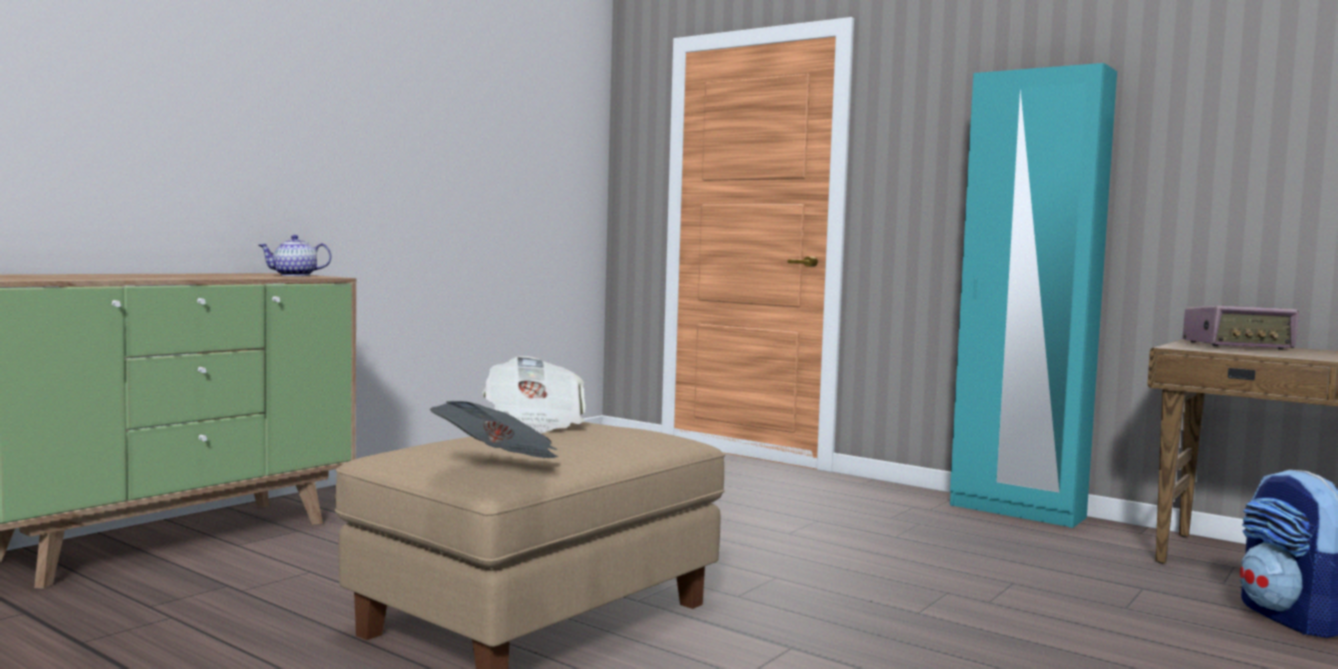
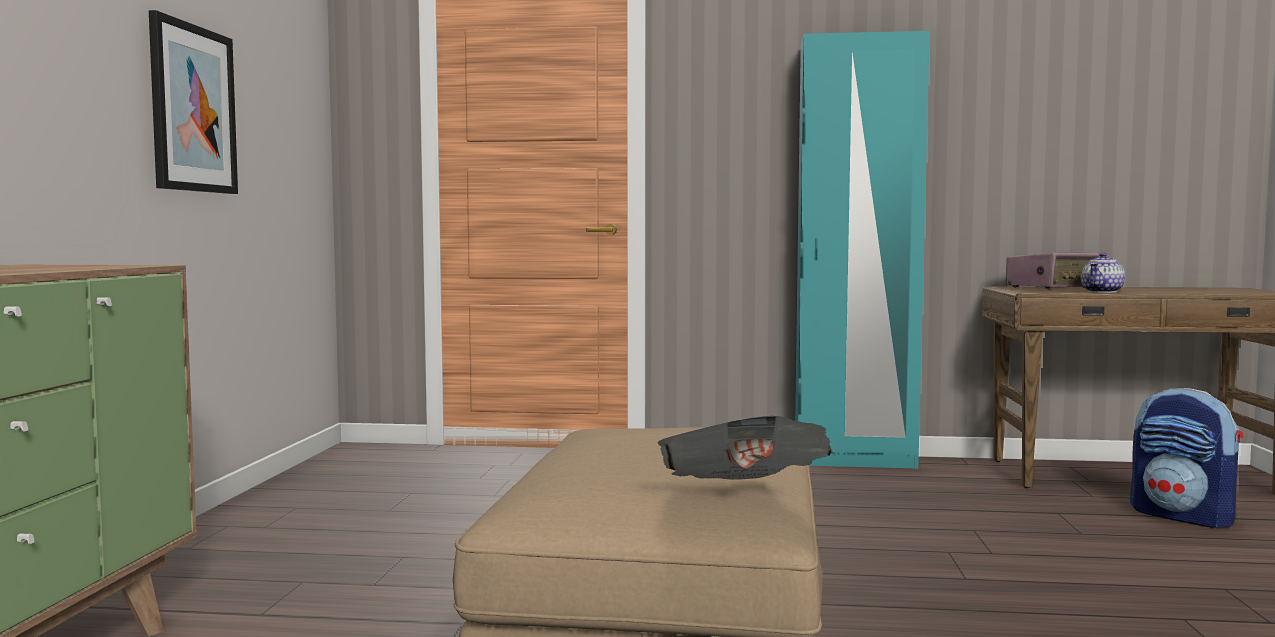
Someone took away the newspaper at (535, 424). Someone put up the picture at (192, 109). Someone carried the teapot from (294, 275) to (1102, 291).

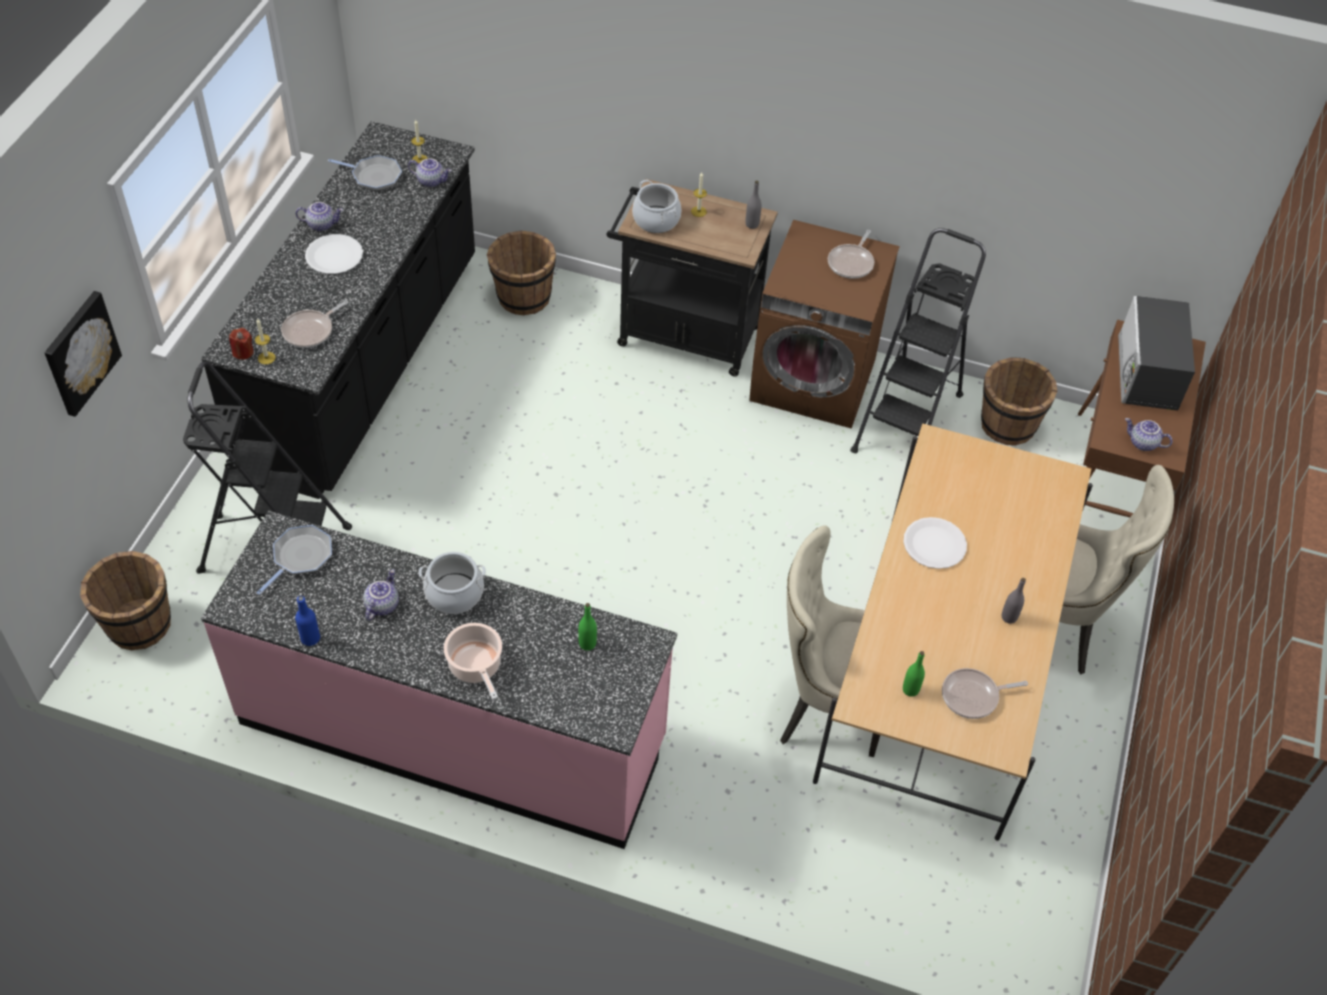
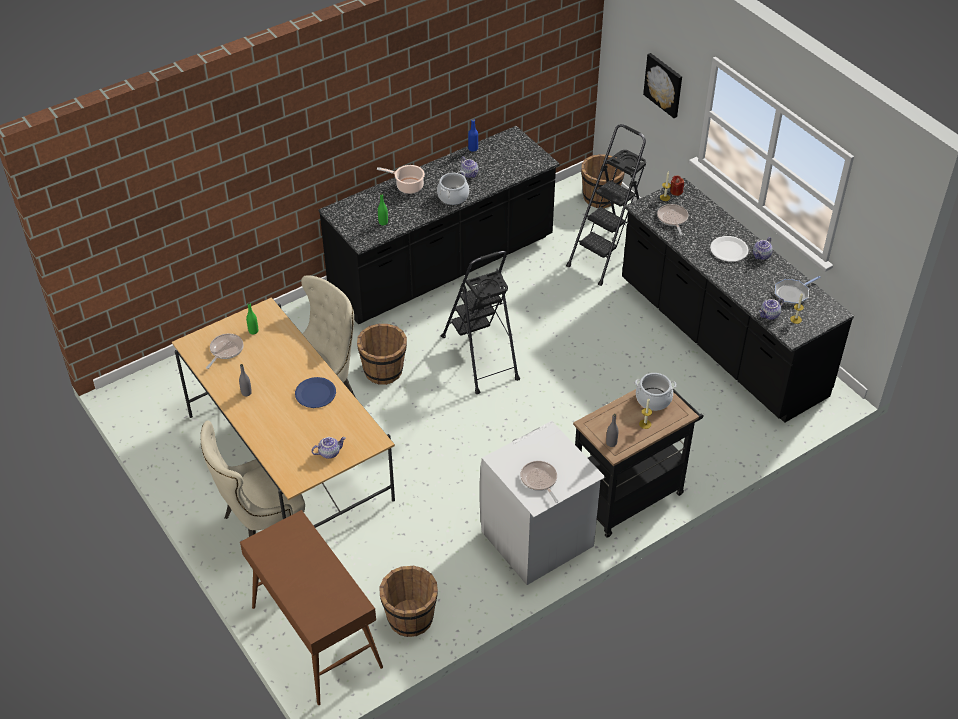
Someone took away the frying pan at (300, 557). Someone took away the microwave at (1147, 374). Someone carried the brown bucket from (523, 297) to (384, 370). Someone carried the step ladder from (908, 420) to (480, 358). Someone carried the teapot from (1142, 443) to (329, 452). Someone repainted the pink counter at (453, 731), which became the black counter at (443, 267). Someone repainted the brown washing machine at (815, 379), which became the white washing machine at (537, 540). Someone repainted the white plate at (934, 544), which became the blue plate at (315, 393).

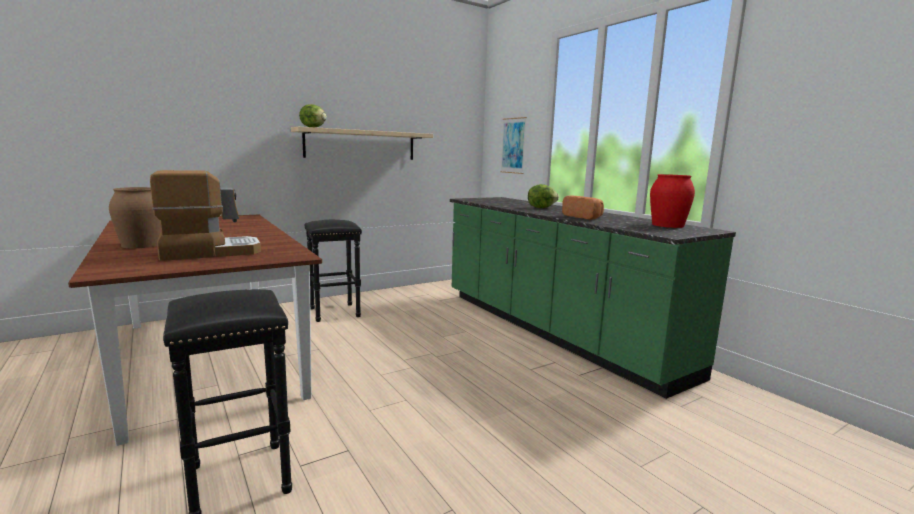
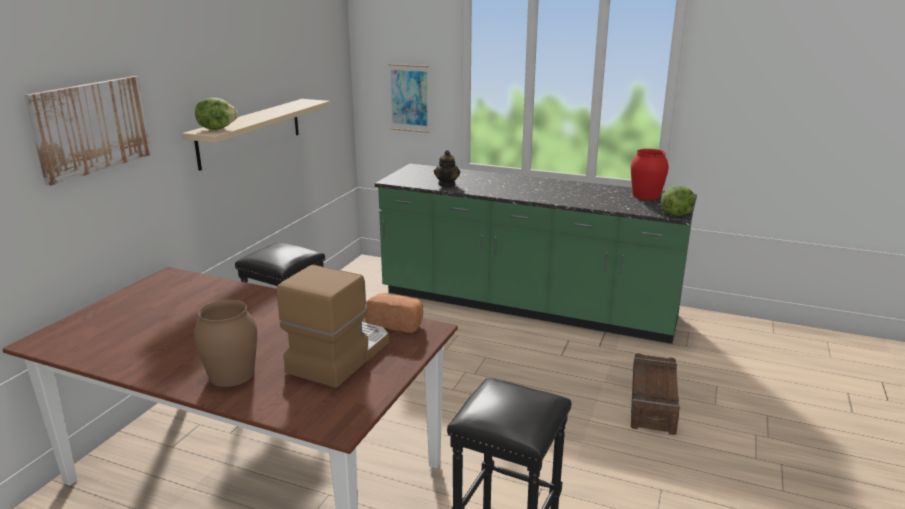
Someone put up the picture at (91, 127). Someone put down the teapot at (447, 184). Someone put down the crate at (653, 401). Someone carried the lettuce from (541, 208) to (676, 214). Someone carried the bread from (583, 217) to (397, 323).

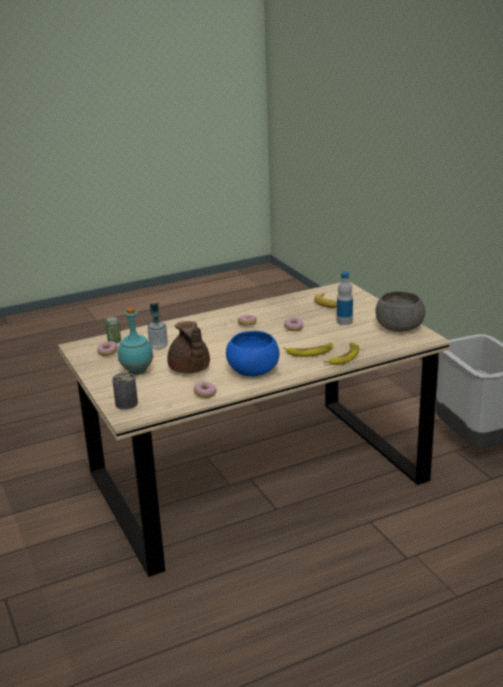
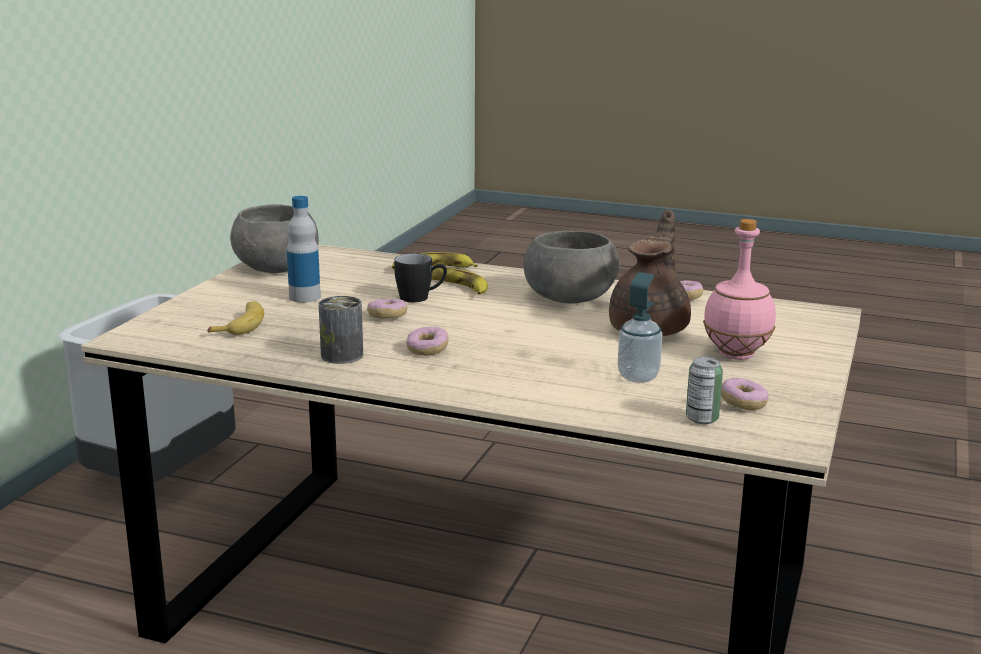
Someone put down the black mug at (421, 298). Someone carried the can from (126, 404) to (342, 355). Someone repainted the turquoise bottle at (136, 372), which became the pink bottle at (737, 355). Someone repainted the blue bowl at (253, 370), which became the grey bowl at (570, 297).

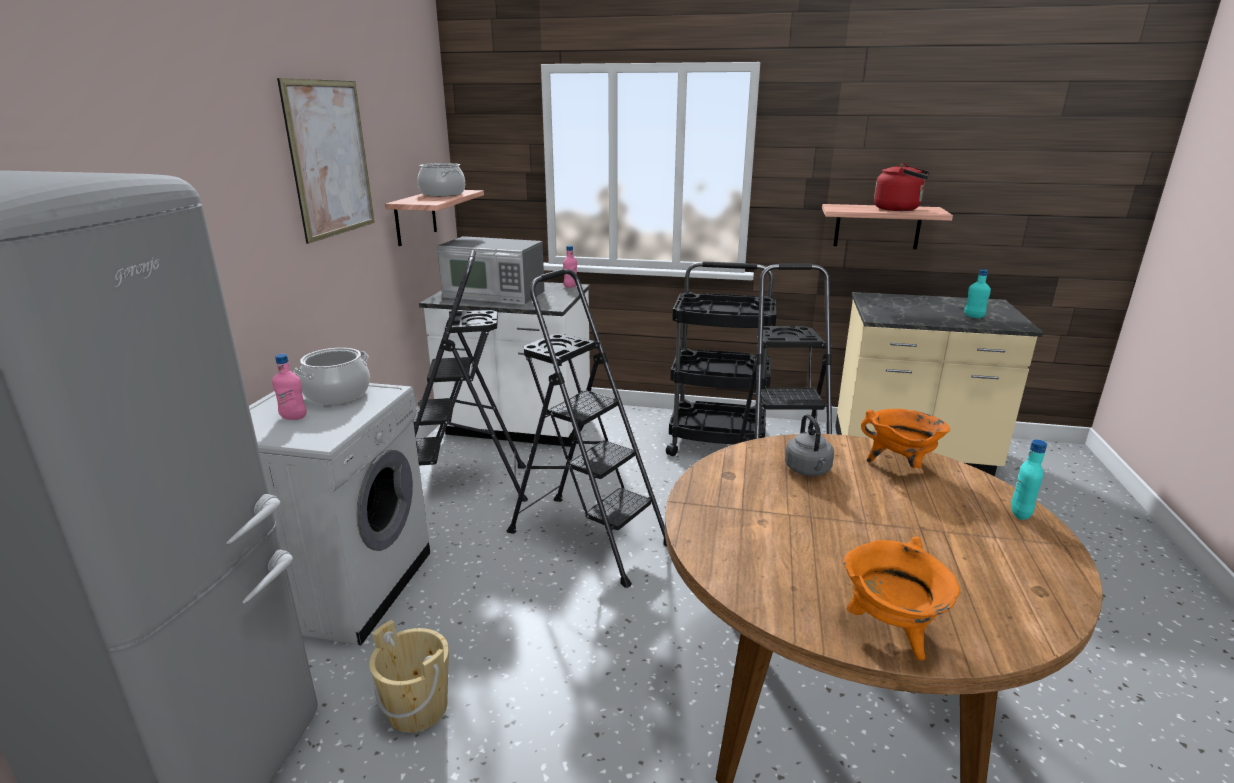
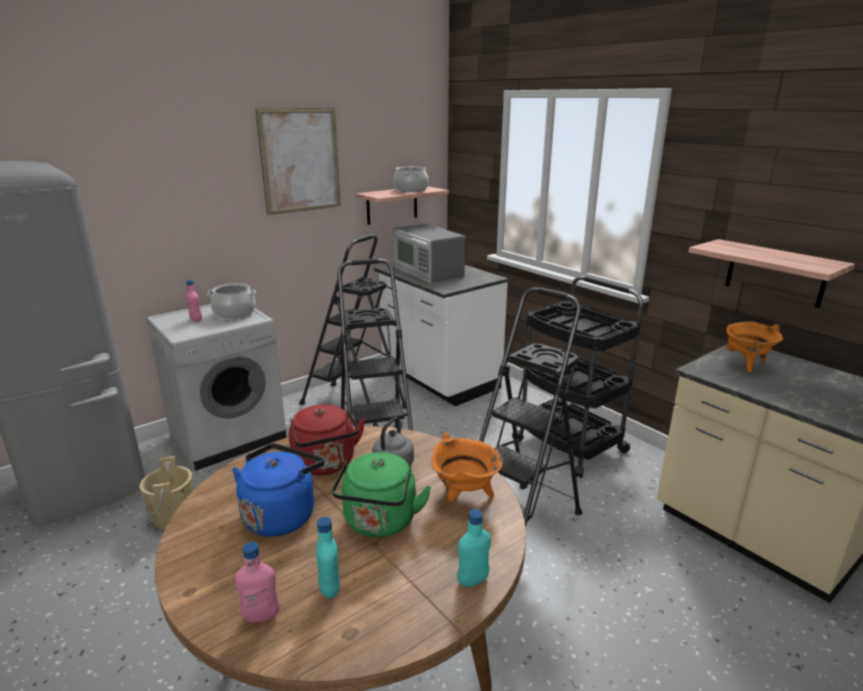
Someone put down the blue kettle at (281, 514). Someone put down the green kettle at (379, 523). Someone carried the pink bottle from (570, 286) to (261, 616). Someone carried the orange cooking pot from (890, 631) to (746, 364). Someone carried the red kettle from (899, 209) to (326, 464). Someone carried the turquoise bottle from (973, 316) to (330, 589).

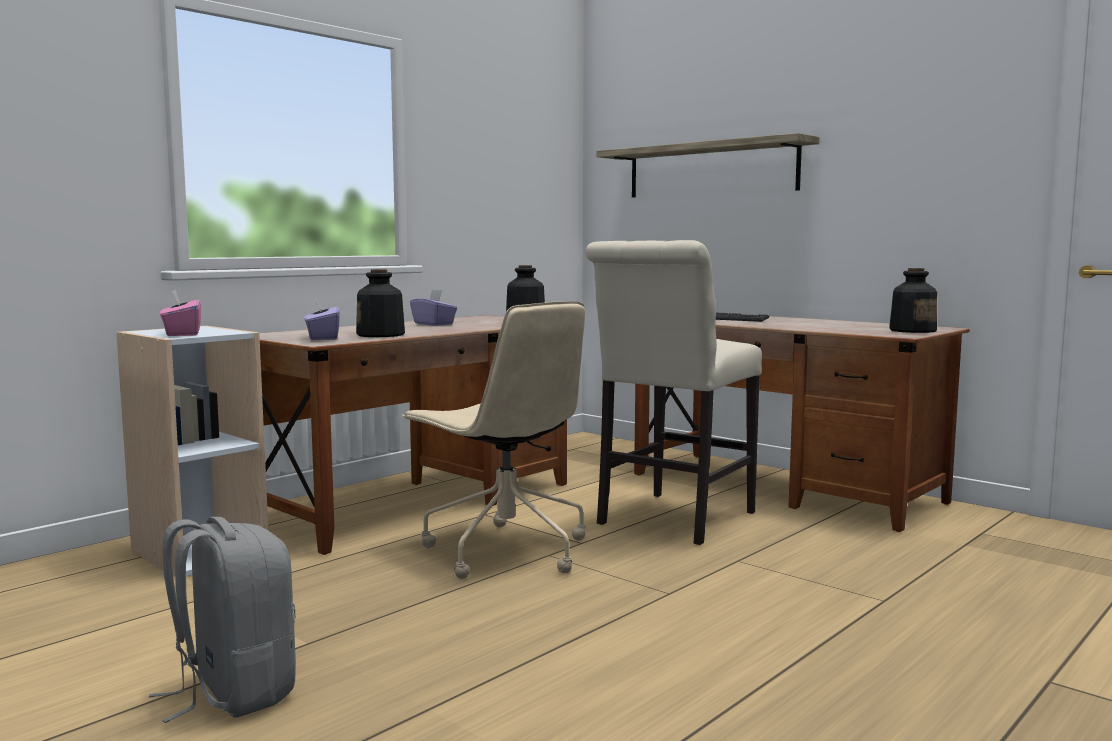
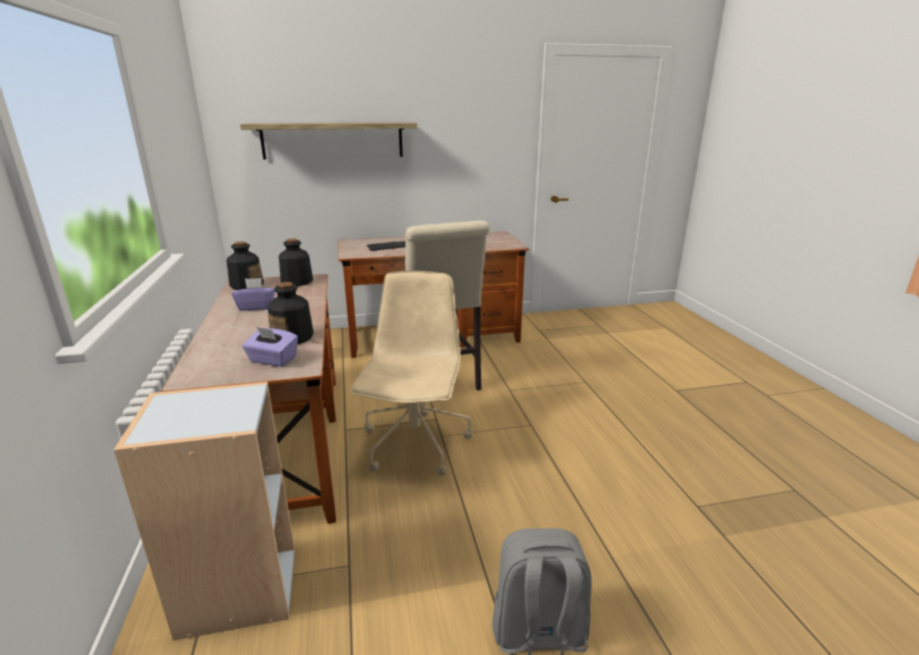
Someone took away the pink tissue box at (182, 334). Someone carried the bottle from (912, 330) to (246, 285). Someone rotated the beige office chair at (501, 550) by 75 degrees counterclockwise.

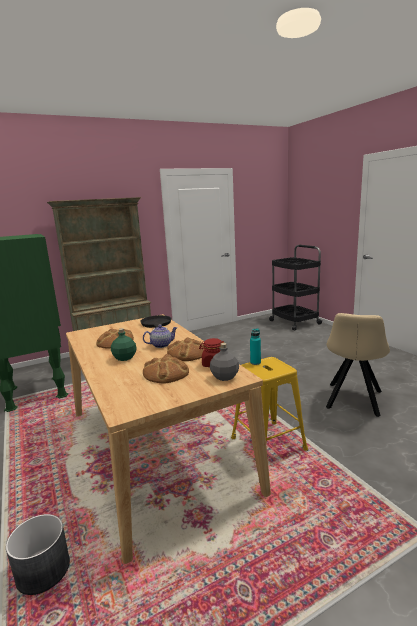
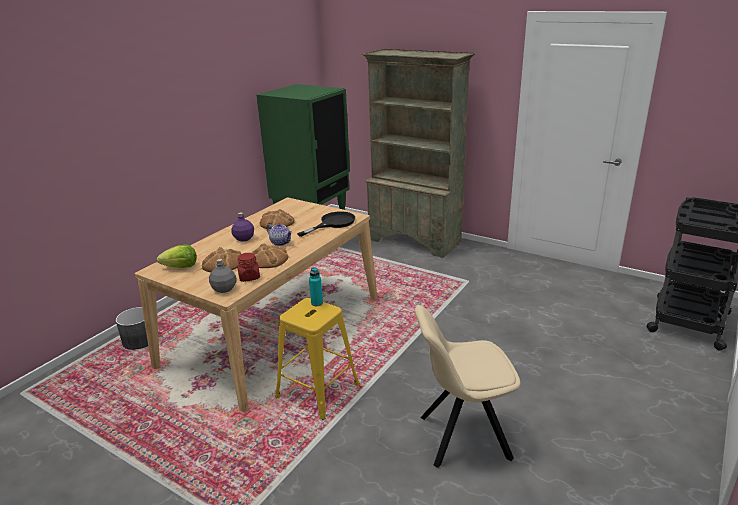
Someone put down the lettuce at (181, 267). Someone repainted the green bottle at (125, 358), which became the purple bottle at (244, 238).

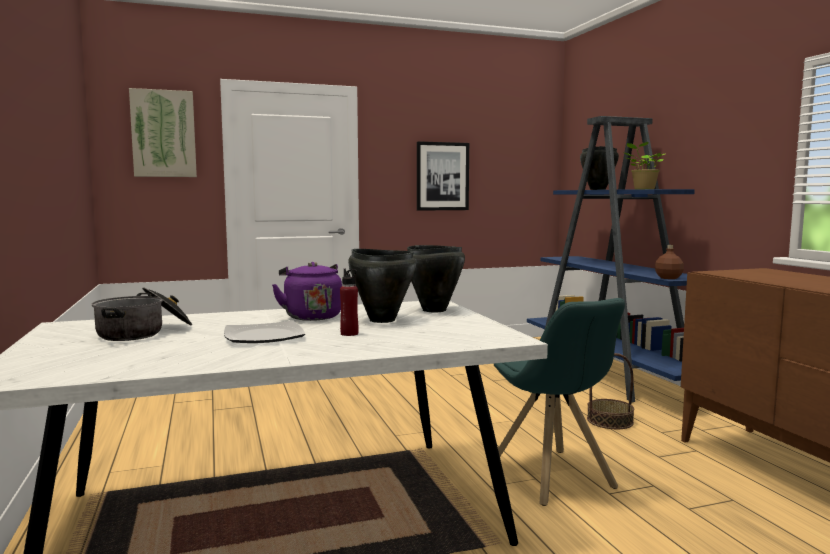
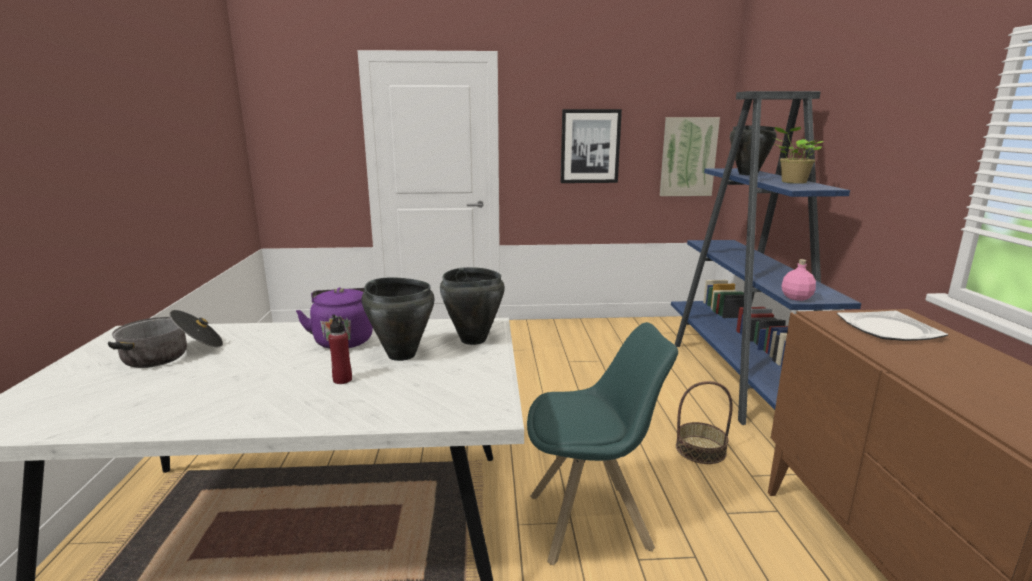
Someone carried the picture from (163, 134) to (688, 157). Someone carried the plate from (265, 336) to (888, 329). Someone repainted the brown bottle at (669, 278), which became the pink bottle at (797, 298). Someone rotated the turquoise chair at (552, 476) by 90 degrees counterclockwise.

